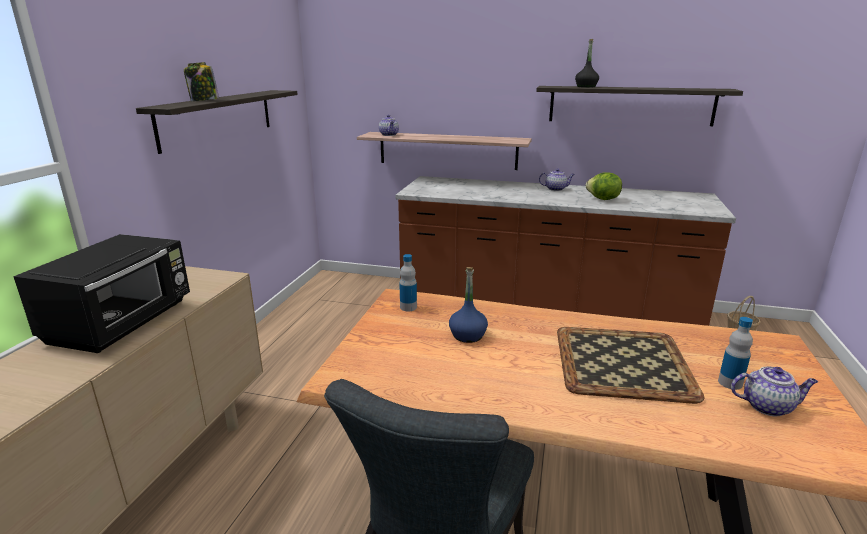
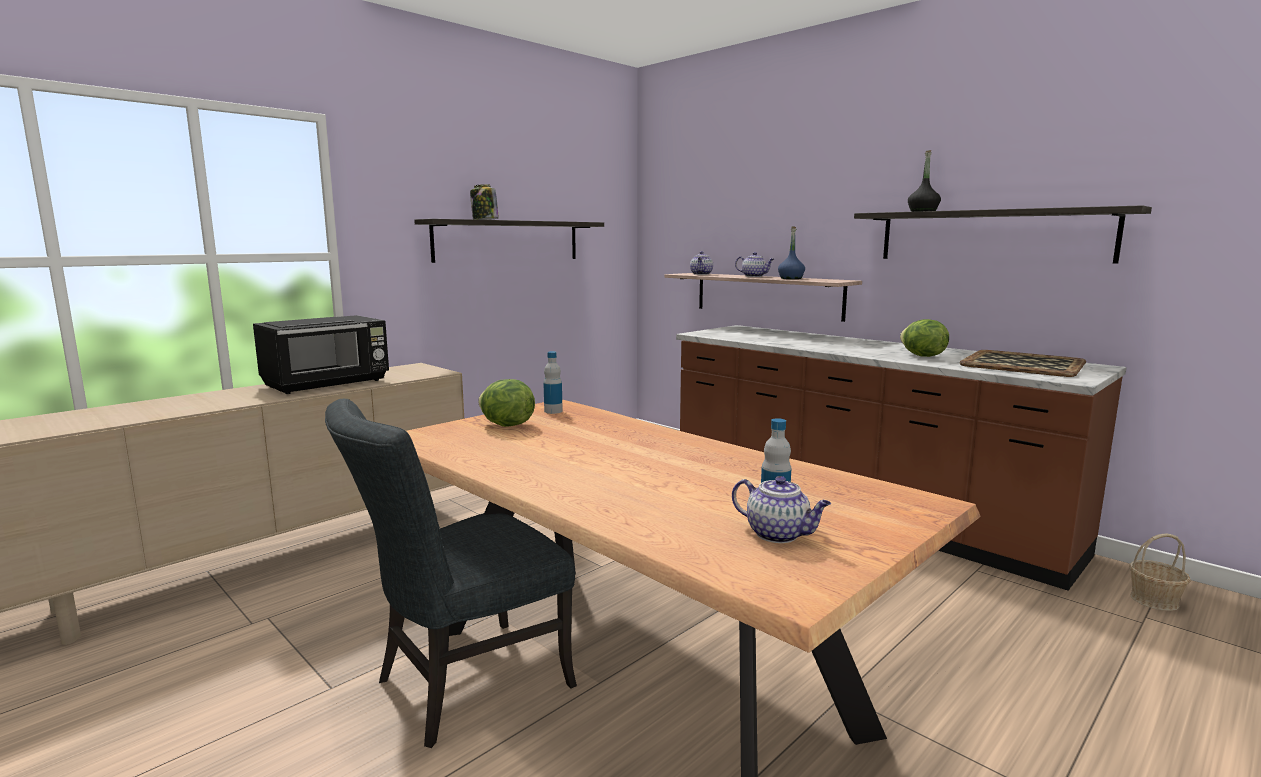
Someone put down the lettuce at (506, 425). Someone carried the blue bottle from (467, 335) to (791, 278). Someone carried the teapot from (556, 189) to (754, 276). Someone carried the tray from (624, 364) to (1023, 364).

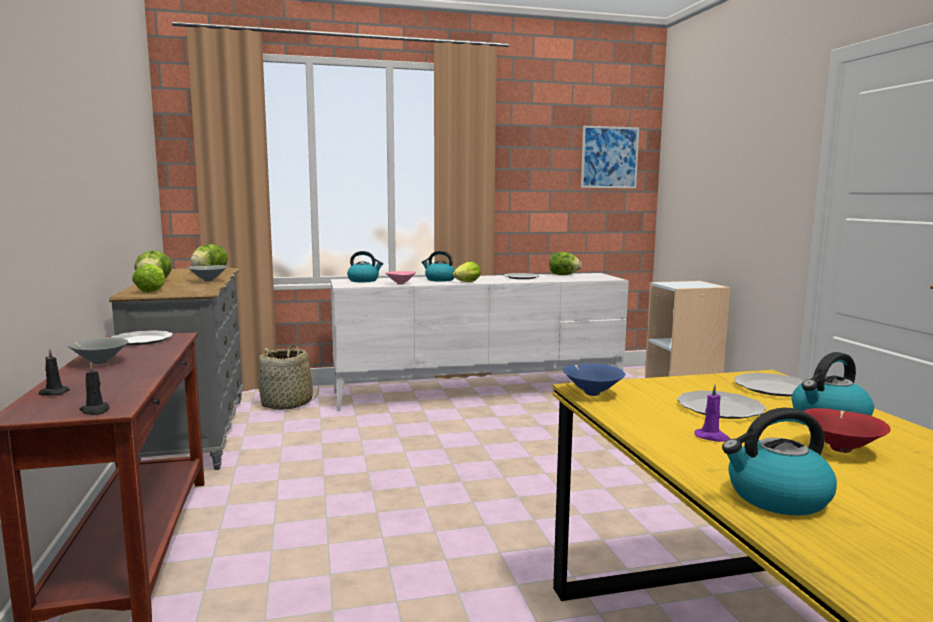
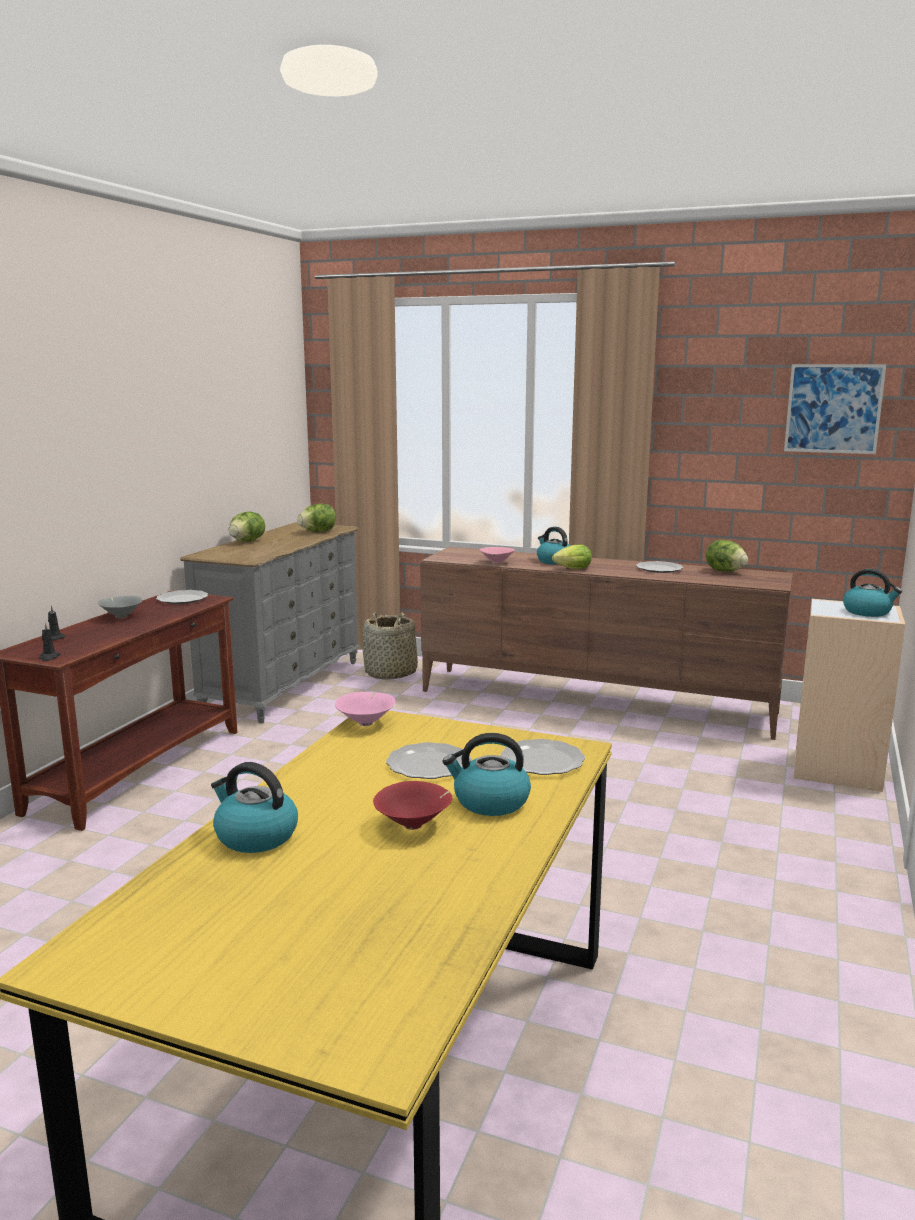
Someone took away the lettuce at (152, 291). Someone took away the grey bowl at (208, 280). Someone took away the purple candle at (712, 437). Someone carried the kettle from (364, 280) to (868, 612). Someone repainted the white cabinet at (480, 391), which became the brown cabinet at (596, 701). Someone repainted the blue bowl at (591, 393), which became the pink bowl at (366, 723).

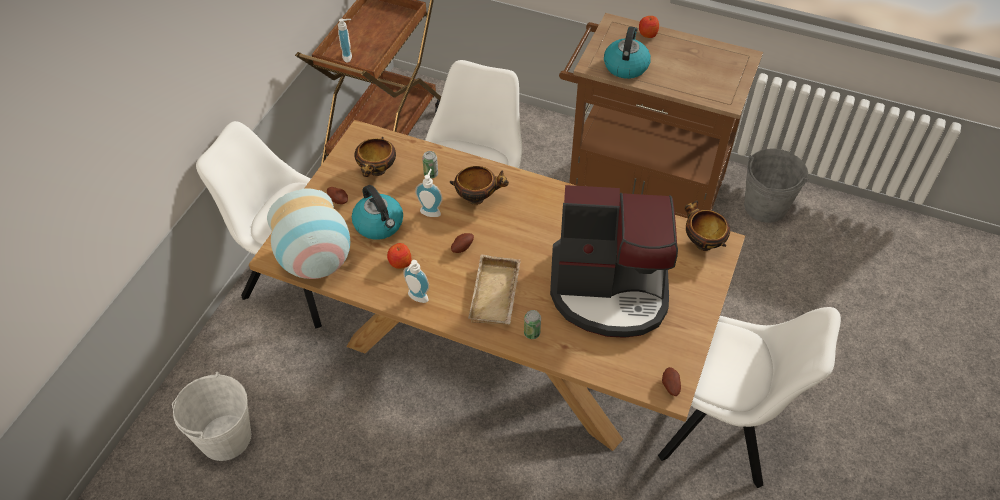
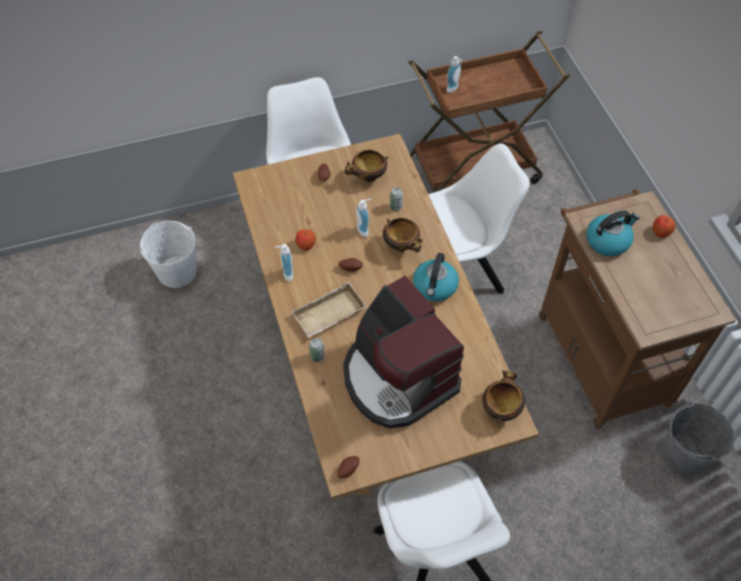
Someone took away the vase at (316, 262). Someone carried the kettle from (379, 224) to (435, 287).

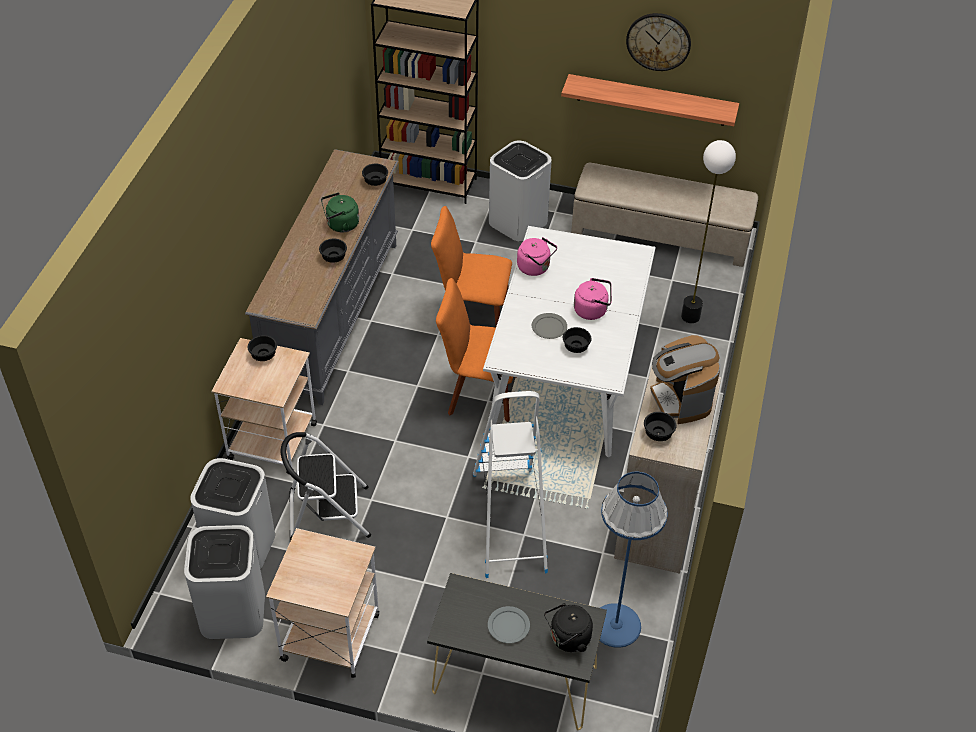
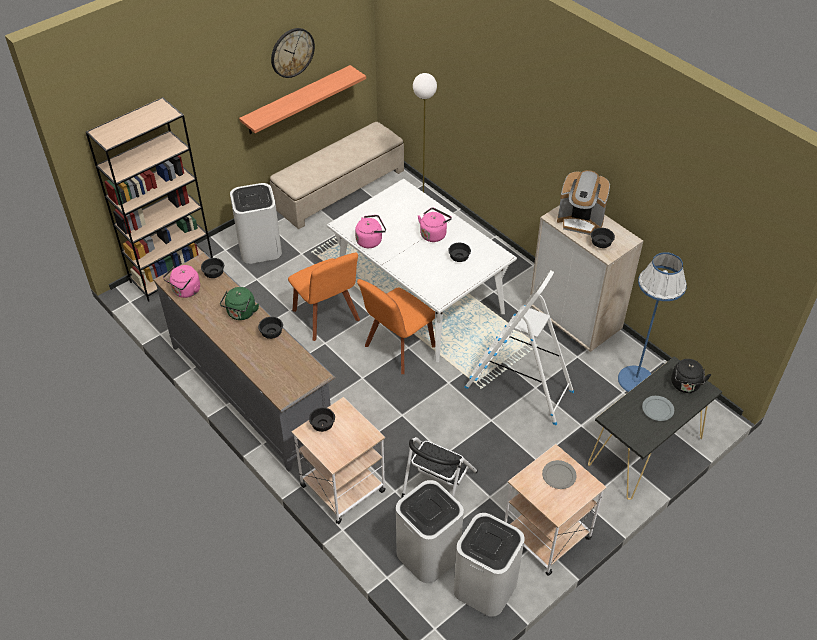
Someone put down the pink kettle at (185, 291). Someone carried the grey plate from (549, 327) to (559, 476). Someone rotated the orange chair at (472, 319) by 75 degrees counterclockwise.

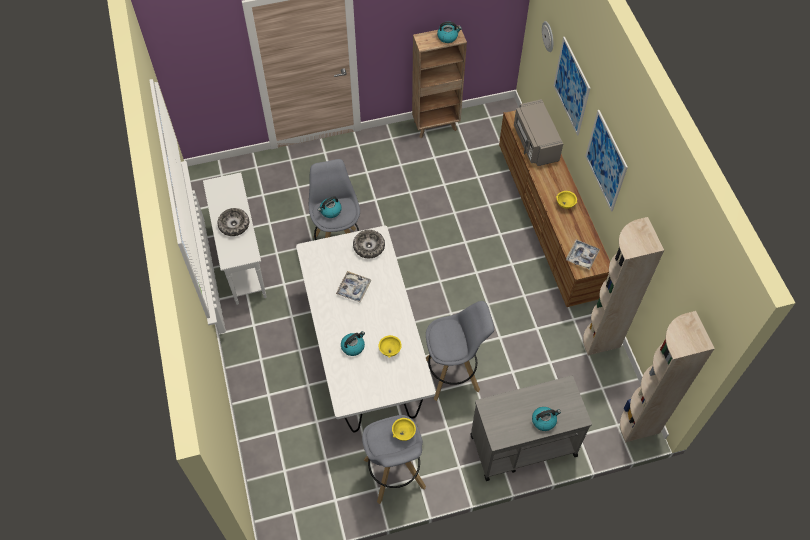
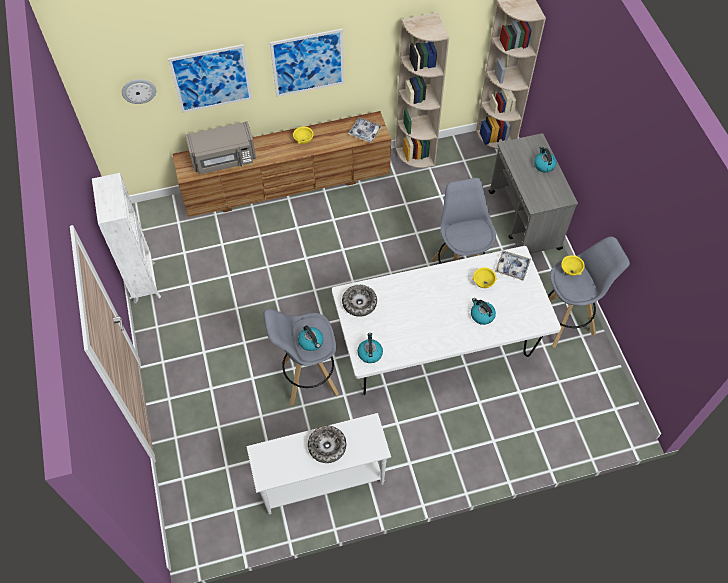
Someone carried the tray from (353, 288) to (512, 267). Someone carried the kettle from (448, 37) to (370, 353). Someone repainted the brown bookcase at (436, 125), which became the white bookcase at (144, 281).

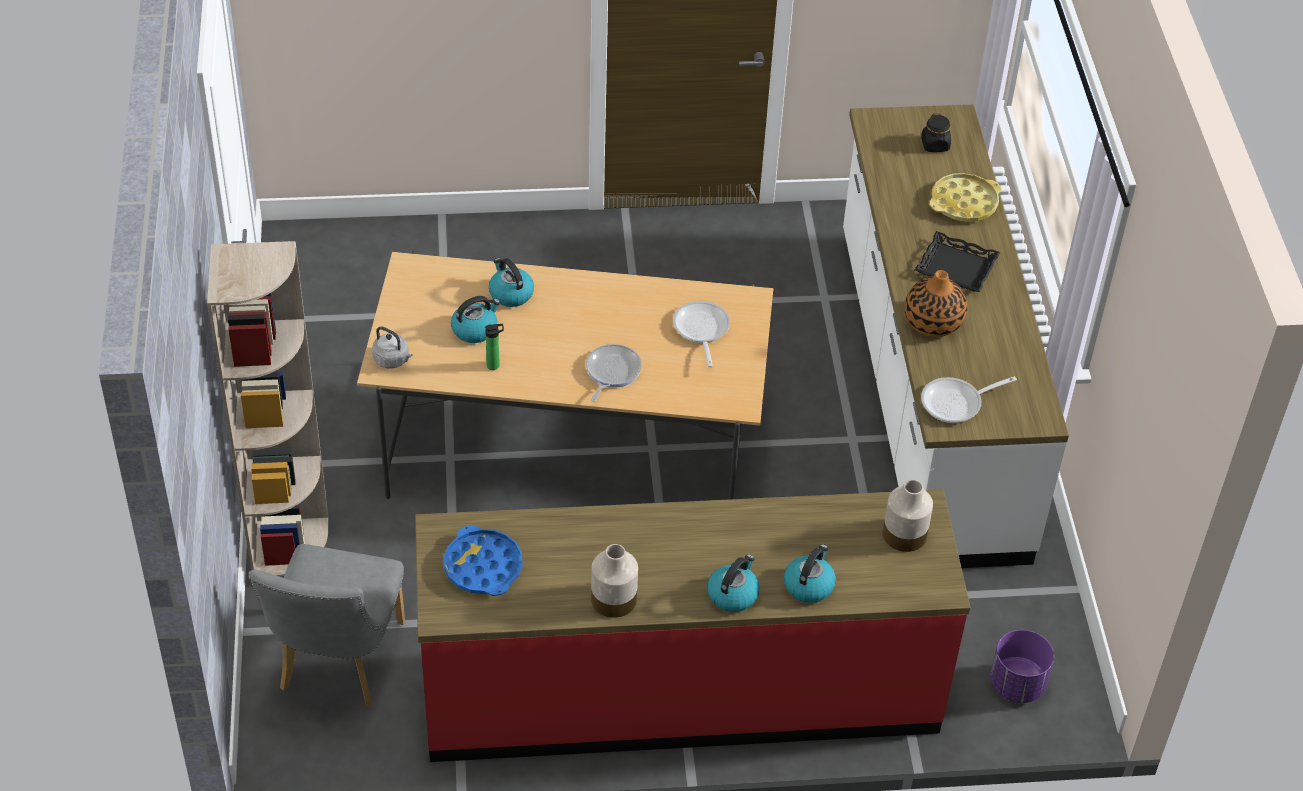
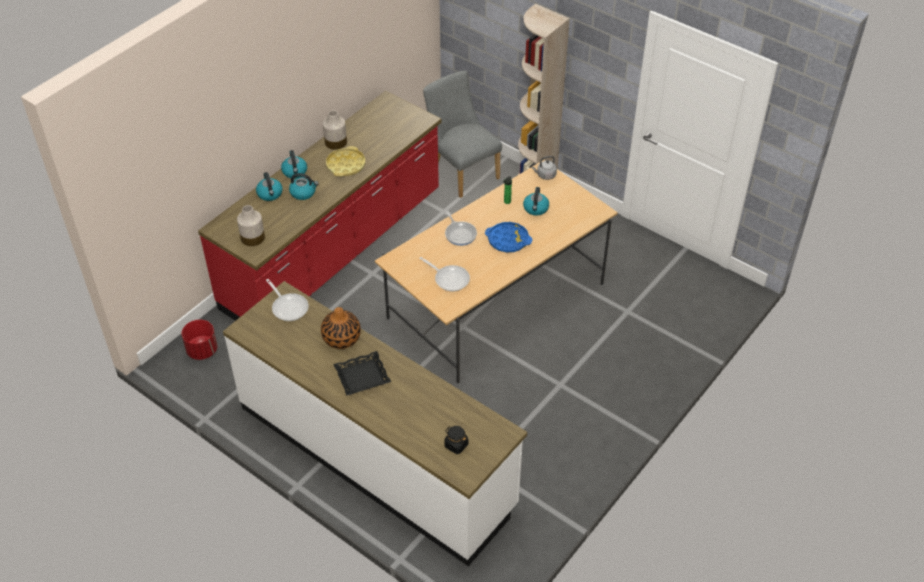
Someone carried the blue tray from (483, 567) to (508, 240). Someone carried the kettle from (510, 293) to (303, 193). Someone carried the yellow tray from (964, 203) to (346, 165). Someone repainted the purple planter at (1016, 685), which became the red planter at (202, 350). Someone rotated the frying pan at (956, 403) by 120 degrees clockwise.

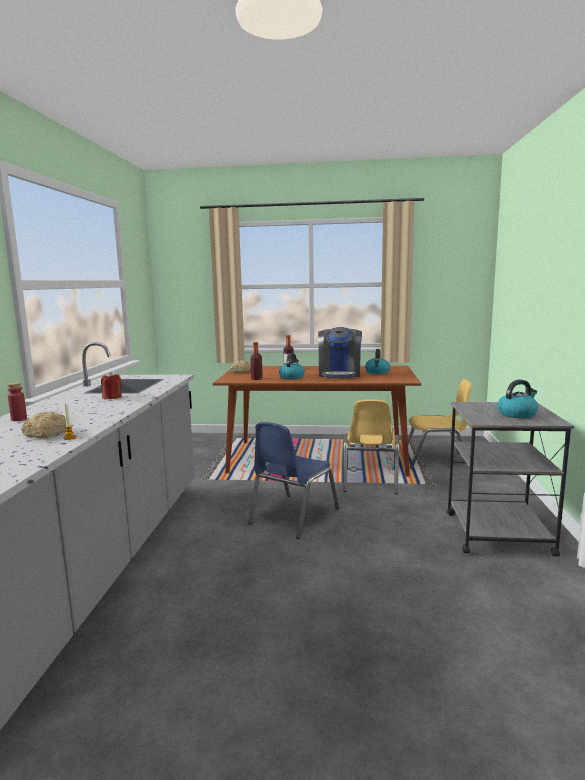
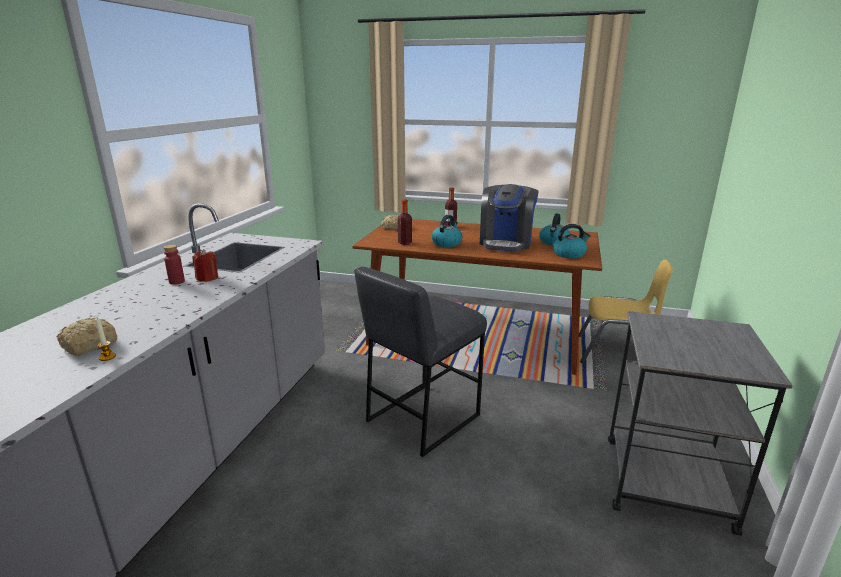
Someone took away the yellow chair at (370, 480). Someone carried the red bottle from (19, 419) to (177, 282). Someone carried the kettle from (517, 414) to (569, 254). Someone swapped the blue chair at (293, 516) for the grey stool at (421, 418).

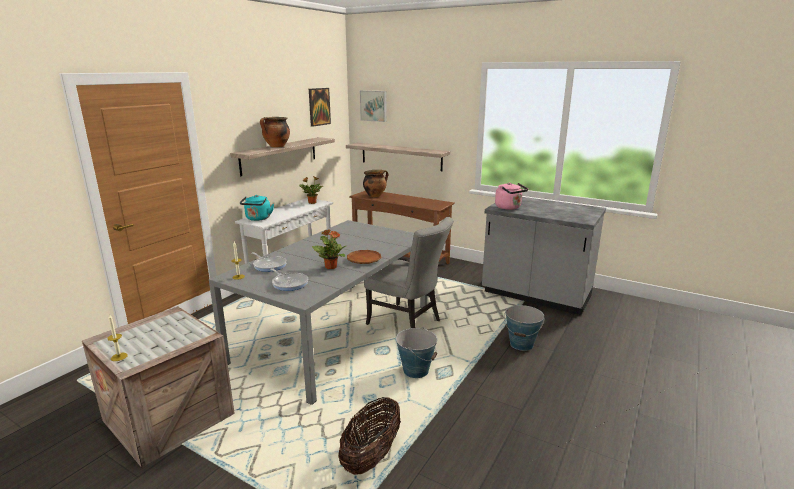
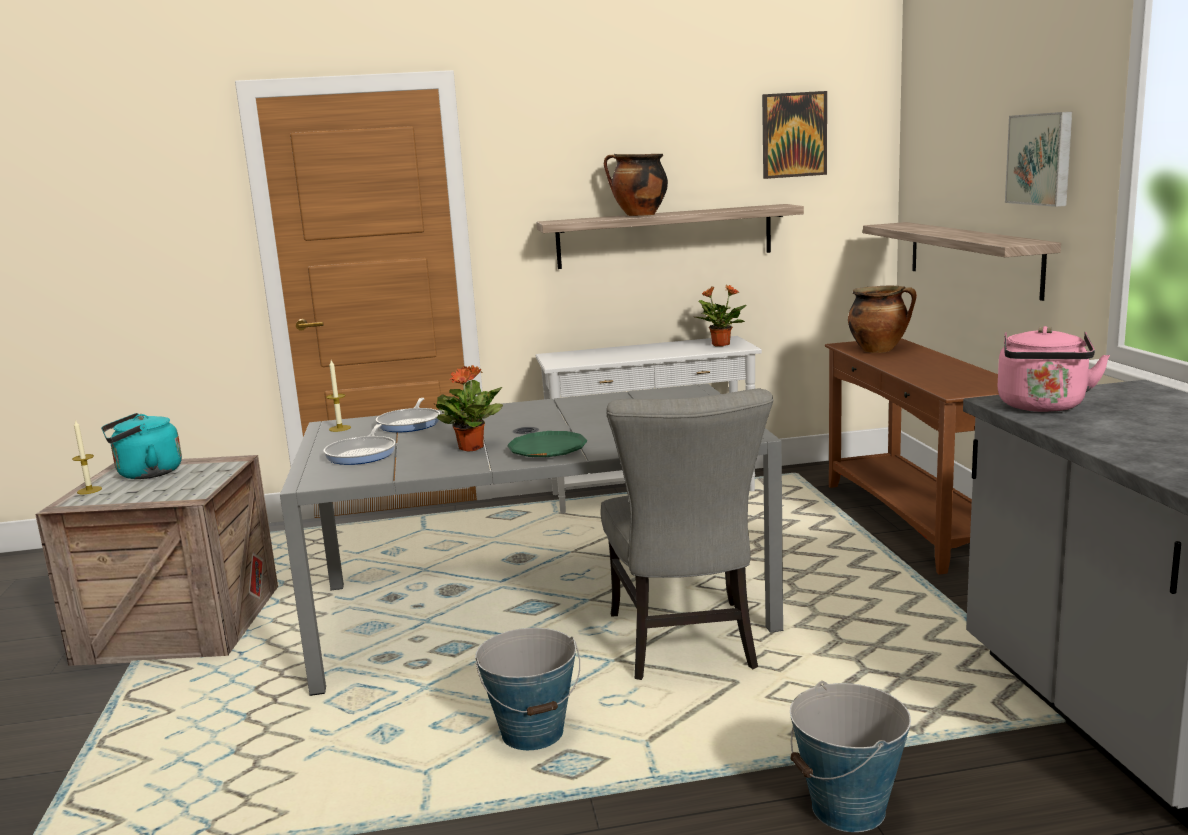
Someone took away the basket at (371, 456). Someone carried the turquoise kettle from (258, 219) to (145, 474). Someone carried the picture from (374, 105) to (1041, 159). Someone repainted the brown plate at (364, 259), which became the green plate at (547, 450).

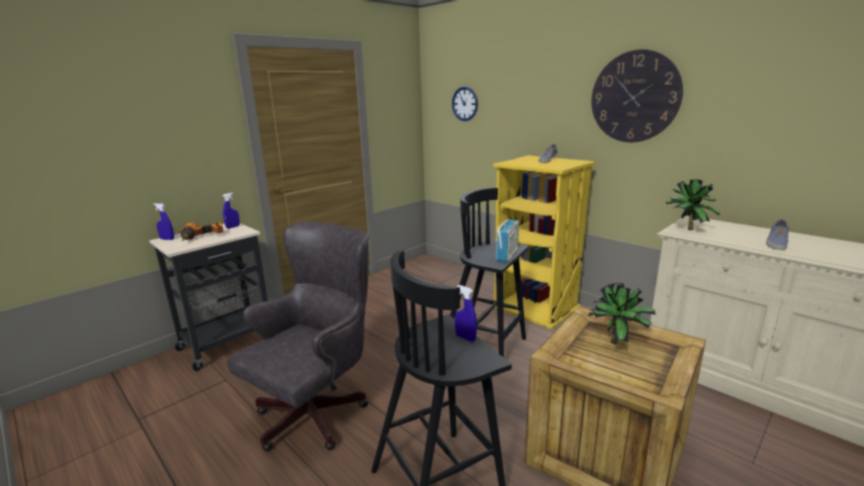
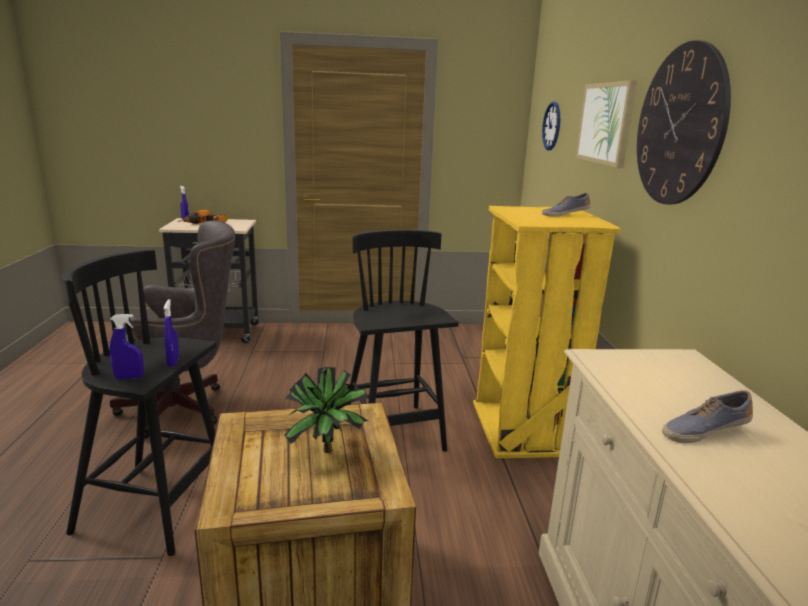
Someone took away the radio at (507, 255). Someone took away the potted plant at (686, 229). Someone put up the picture at (606, 123). Someone carried the blue spray bottle from (233, 227) to (129, 377).

